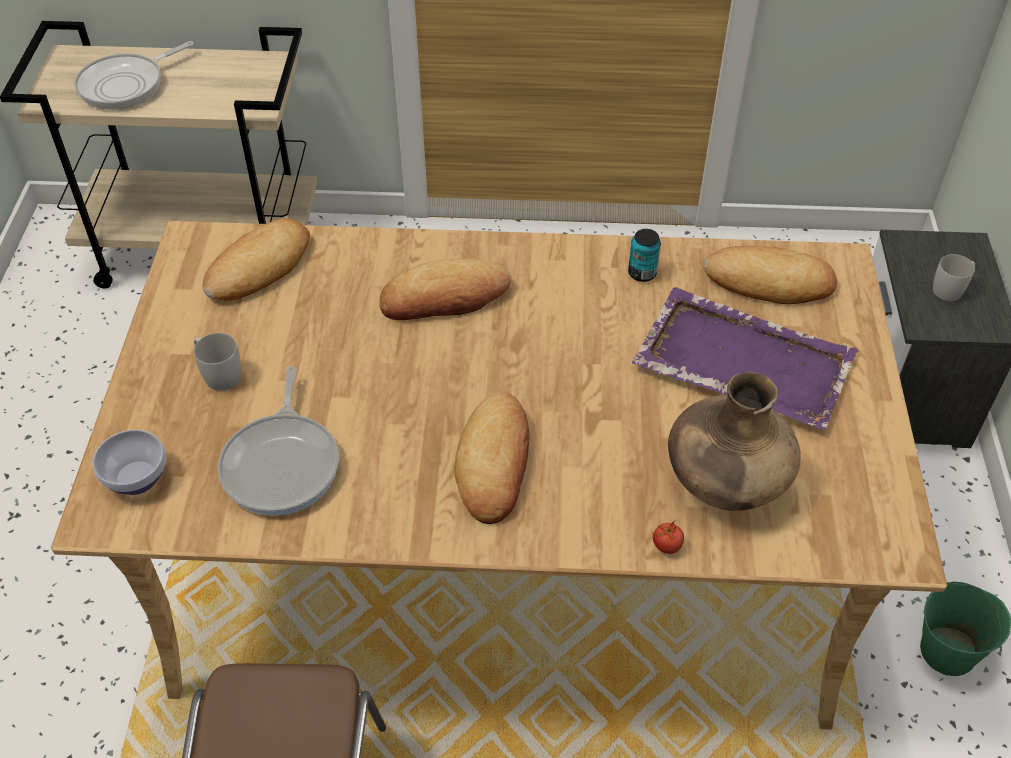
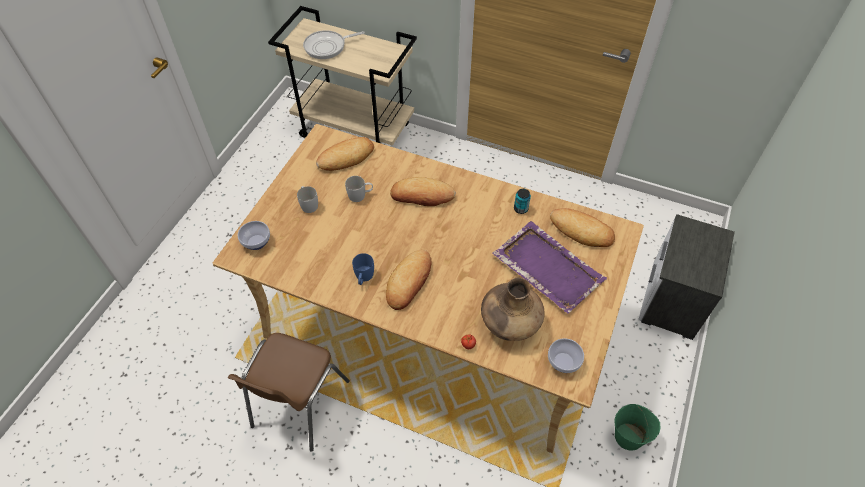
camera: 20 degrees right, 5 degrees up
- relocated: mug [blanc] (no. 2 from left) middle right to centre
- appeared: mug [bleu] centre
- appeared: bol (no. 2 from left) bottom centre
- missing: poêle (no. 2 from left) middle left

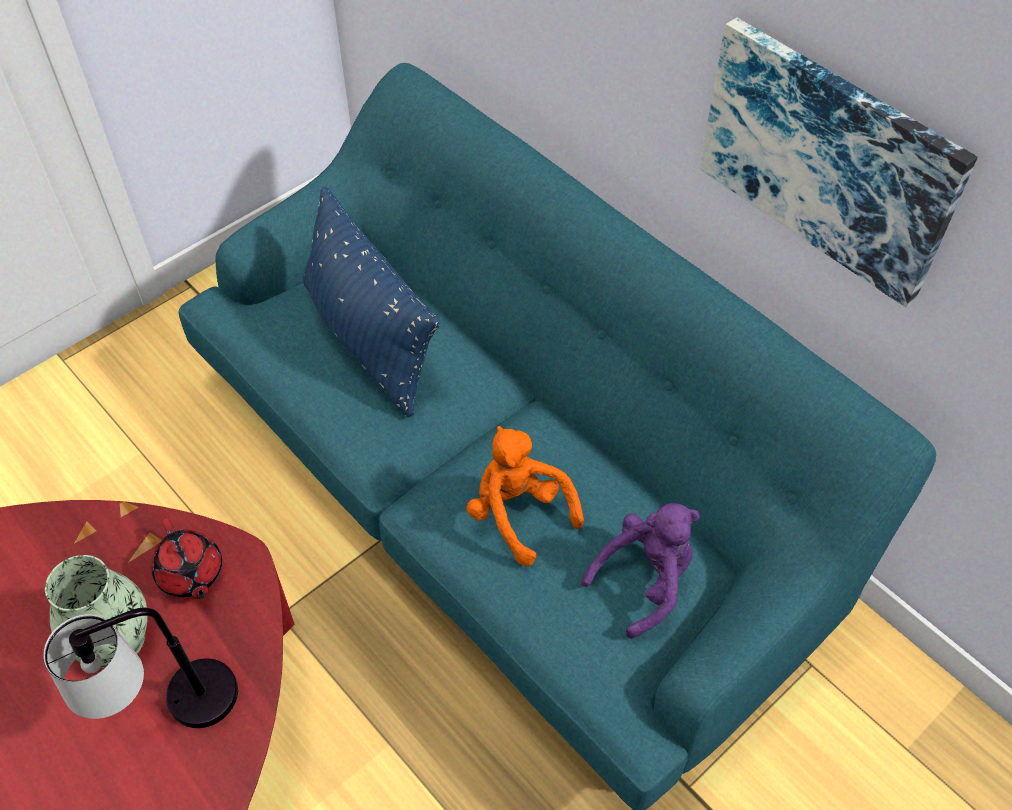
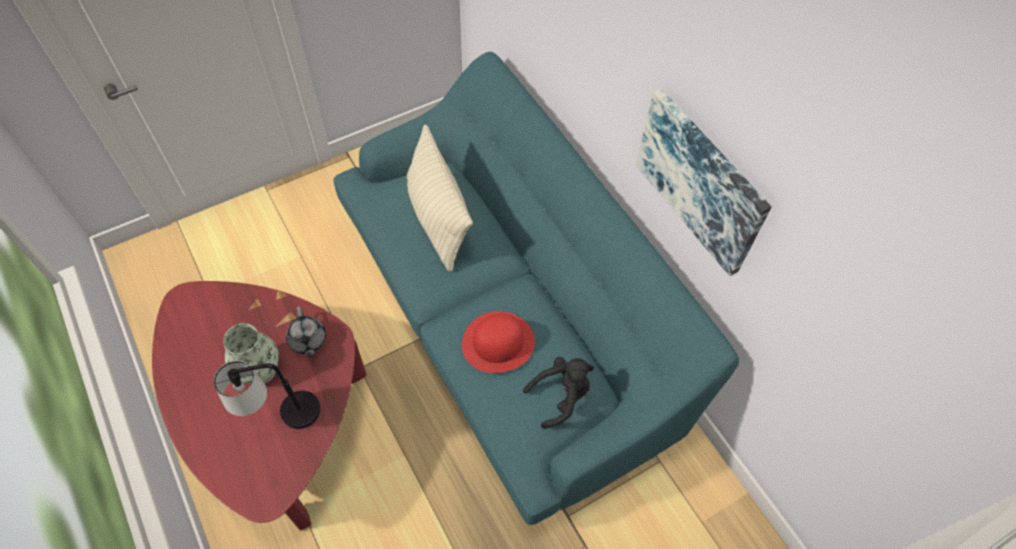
camera: 10 degrees right, 5 degrees up
- colour: théière [rouge] bottom left to théière [gris] middle left
- colour: coussin [bleu] centre to coussin [beige] centre
- exchanged: peluche [orange] centre to chapeau [rouge] centre
- colour: peluche [violet] bottom centre to peluche [noir] bottom centre

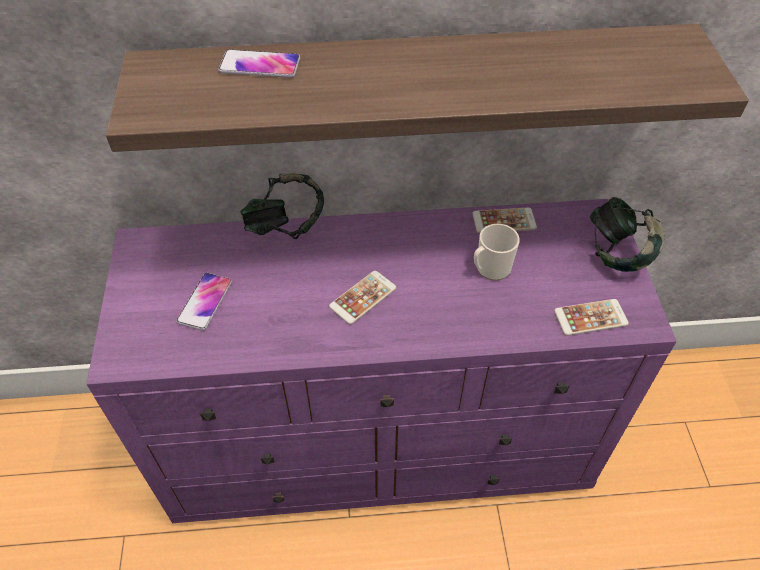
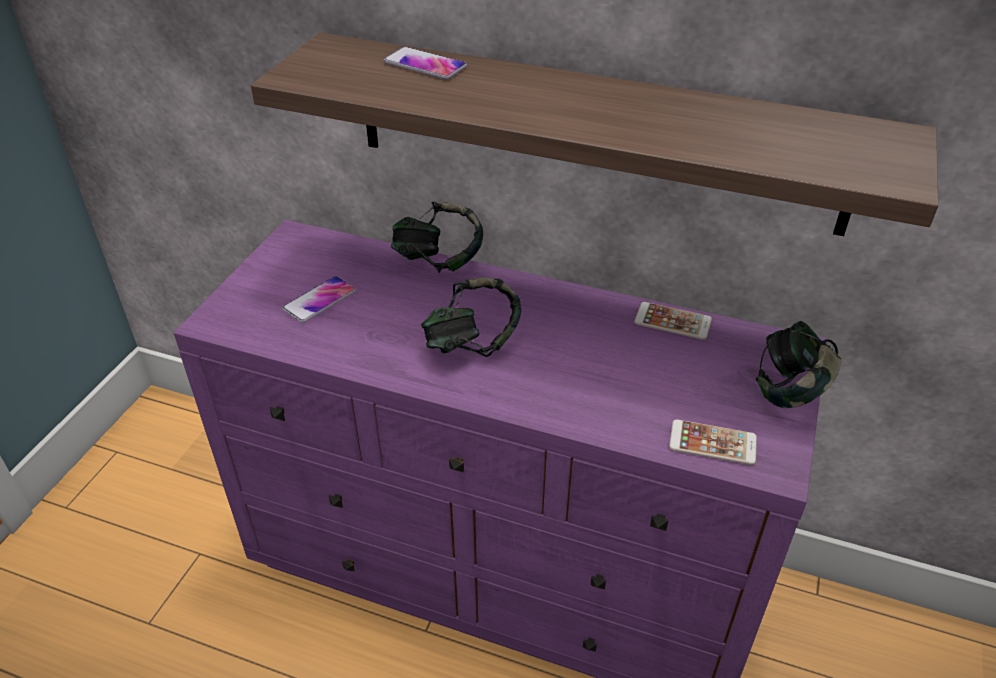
camera: 25 degrees right, 10 degrees down
- exchanged: téléphone (no. 3 from left) centre to casque audio (no. 2 from left) centre
- missing: mug centre

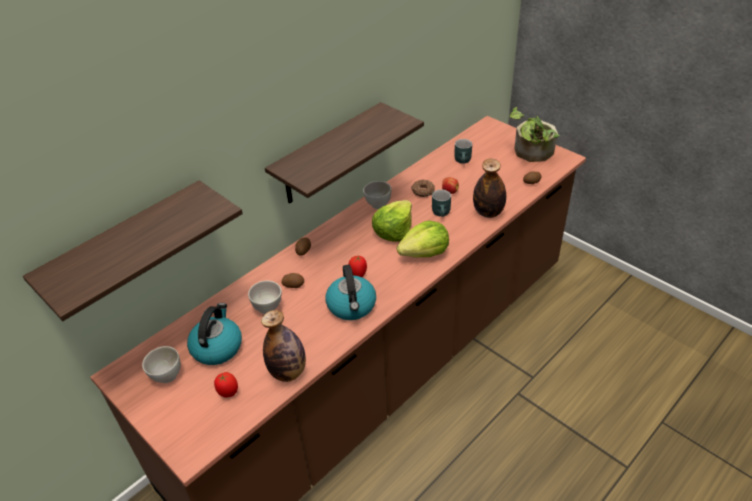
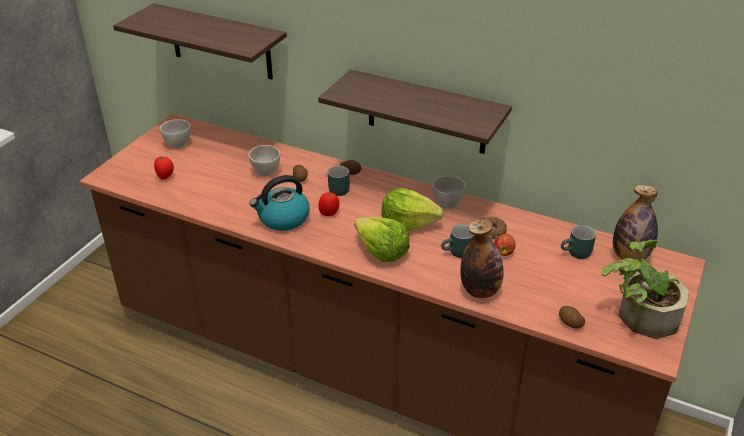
camera: 70 degrees right, 5 degrees down
- appeared: mug [turquoise] (no. 1 from left) centre
- relocated: bouteille (no. 1 from left in the first image) bottom centre to bouteille (no. 2 from left) middle right
- missing: bouilloire (no. 1 from left) bottom left

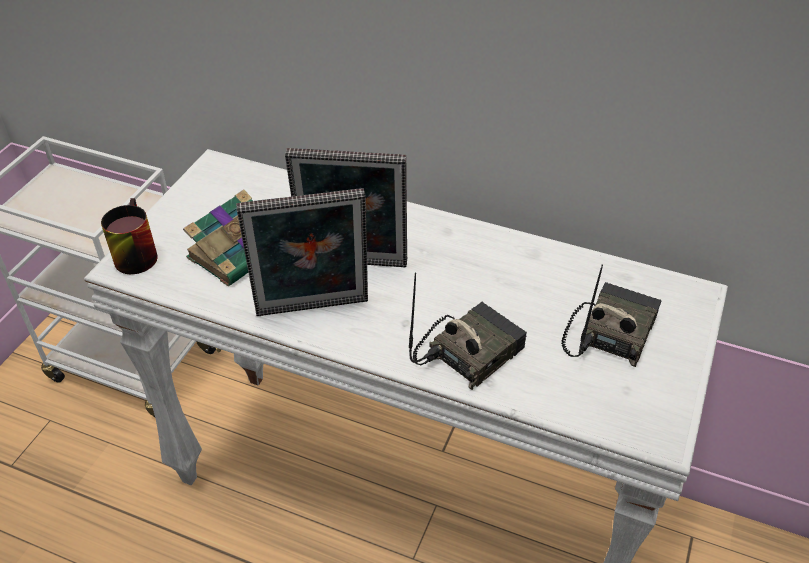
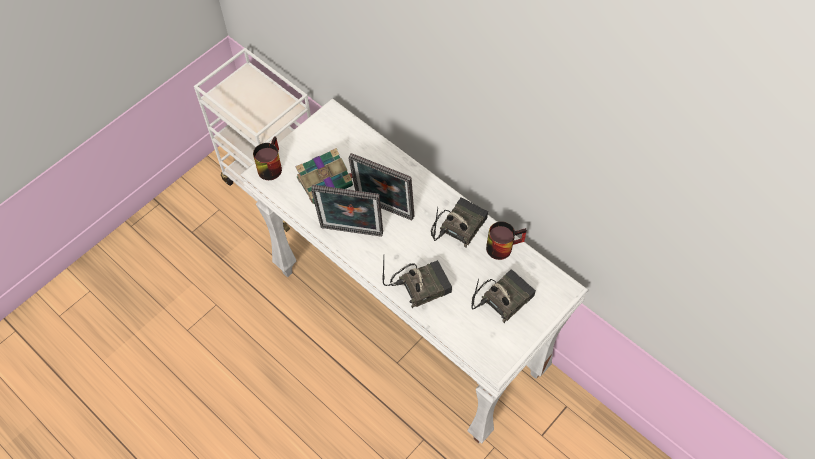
camera: 20 degrees right, 15 degrees up
- appeared: radio (no. 2 from left) centre
- appeared: mug (no. 2 from left) centre

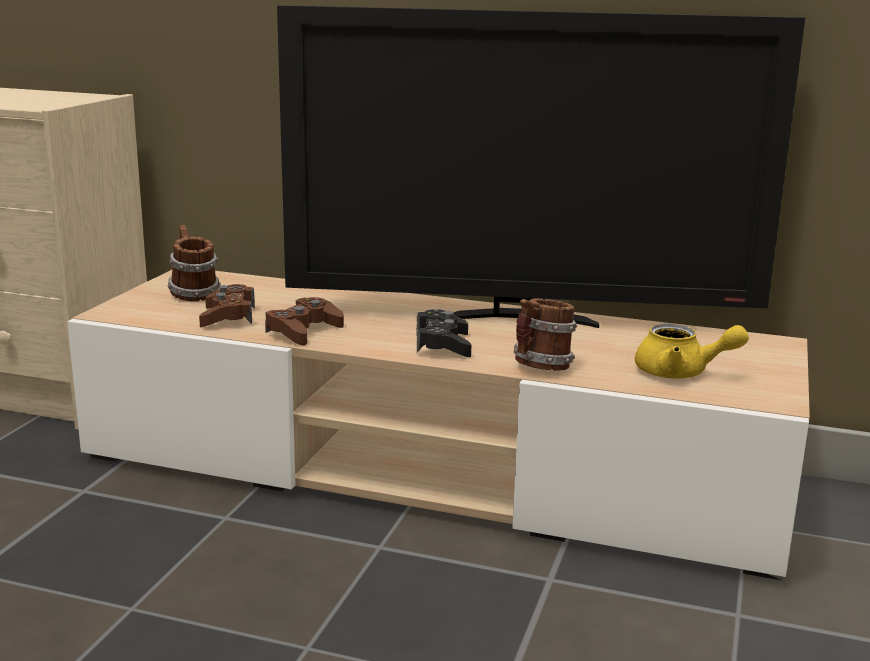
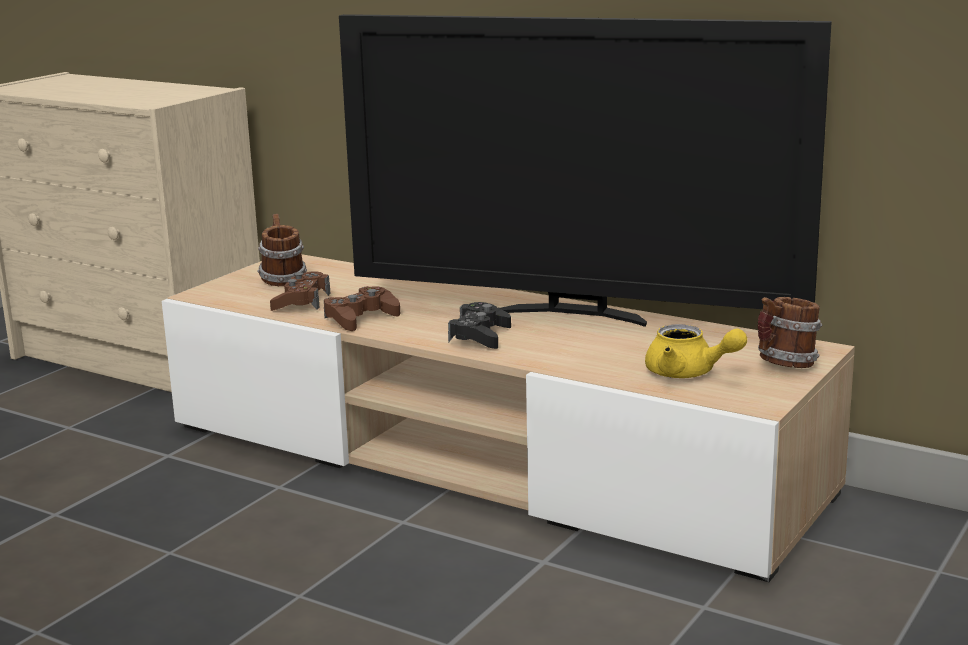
camera: 15 degrees right, 0 degrees up
- relocated: mug (no. 2 from left) centre to middle right

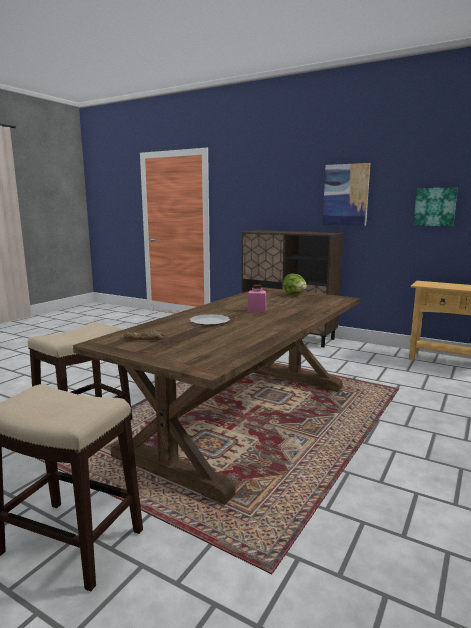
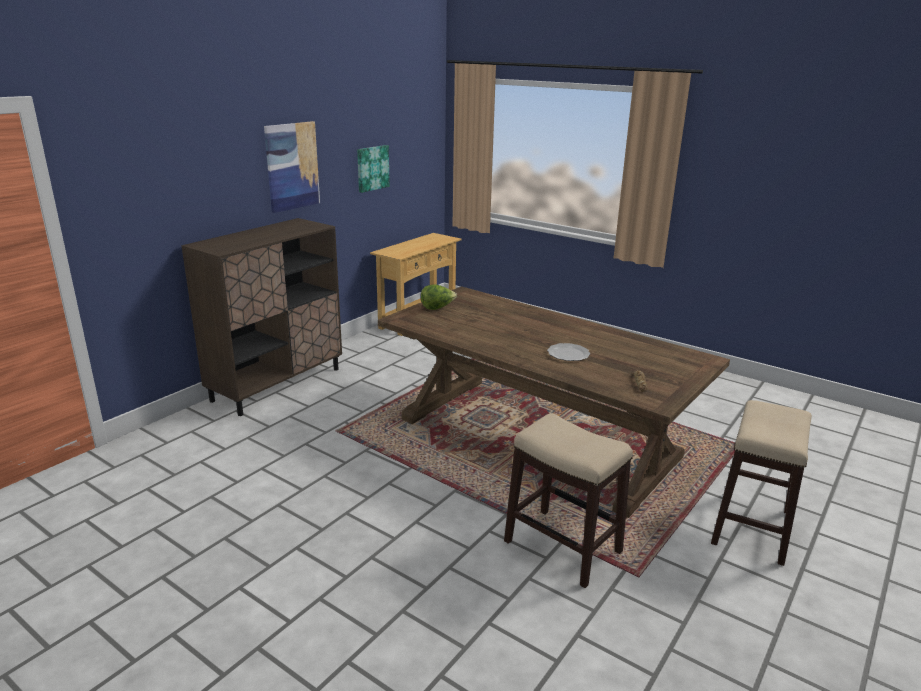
camera: 85 degrees left, 10 degrees up
- missing: bocal [rose] centre

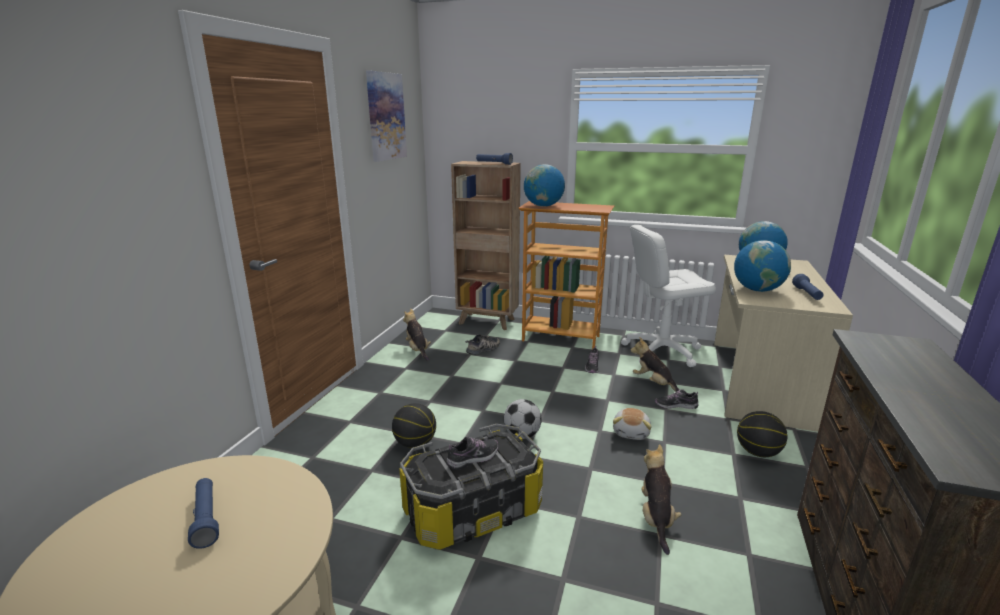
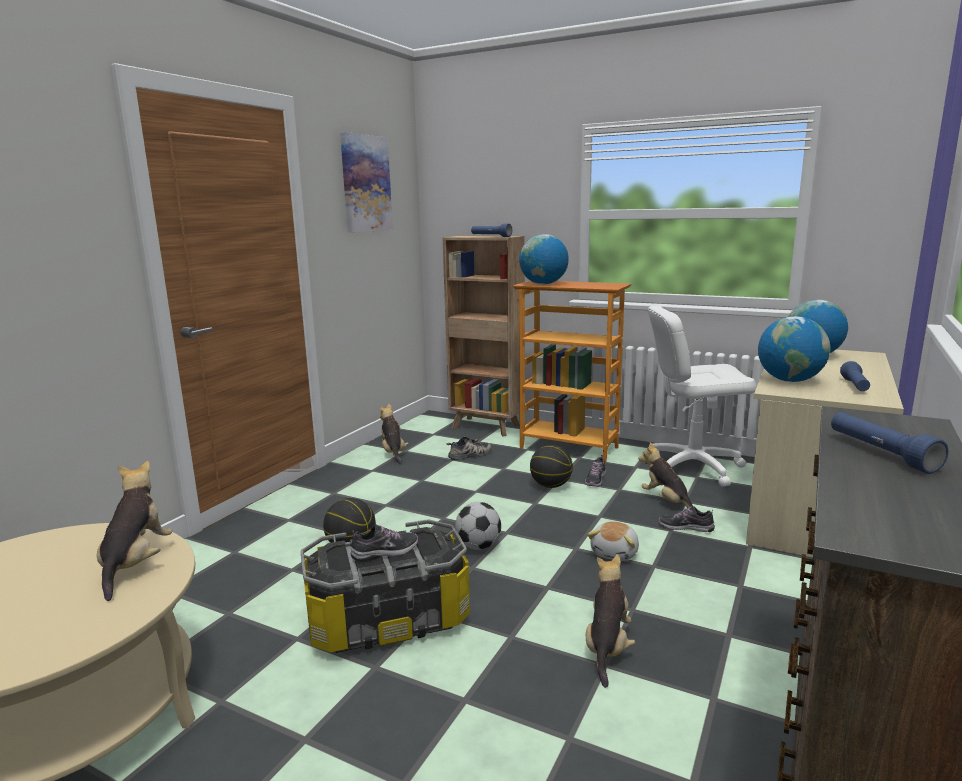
camera: 10 degrees right, 5 degrees down
- appeared: peluche (no. 1 from left) bottom left
- relocated: ballon de basket (no. 2 from left) bottom right to centre
- relocated: lampe de poche [bleu] (no. 1 from left in the first image) bottom left to lampe de poche [bleu] (no. 3 from left) middle right

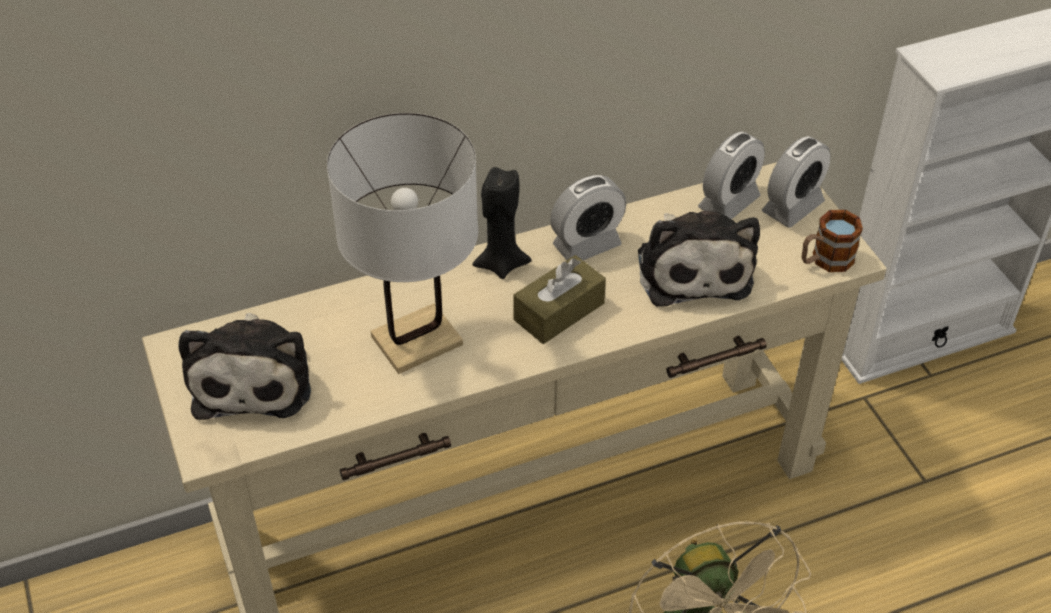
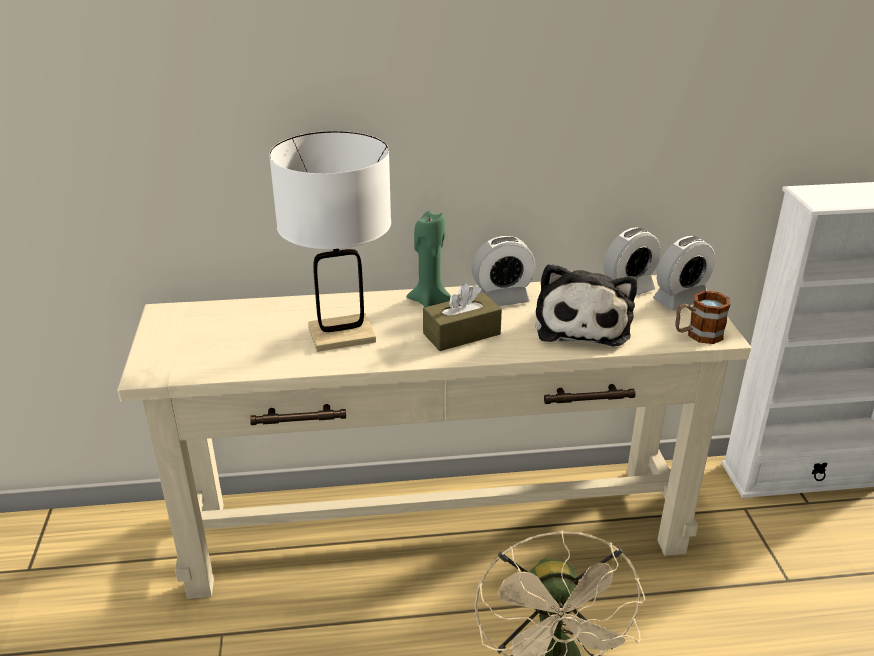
camera: 15 degrees right, 15 degrees down
- colour: bougie [noir] centre to bougie [vert] centre
- missing: peluche (no. 1 from left) middle left

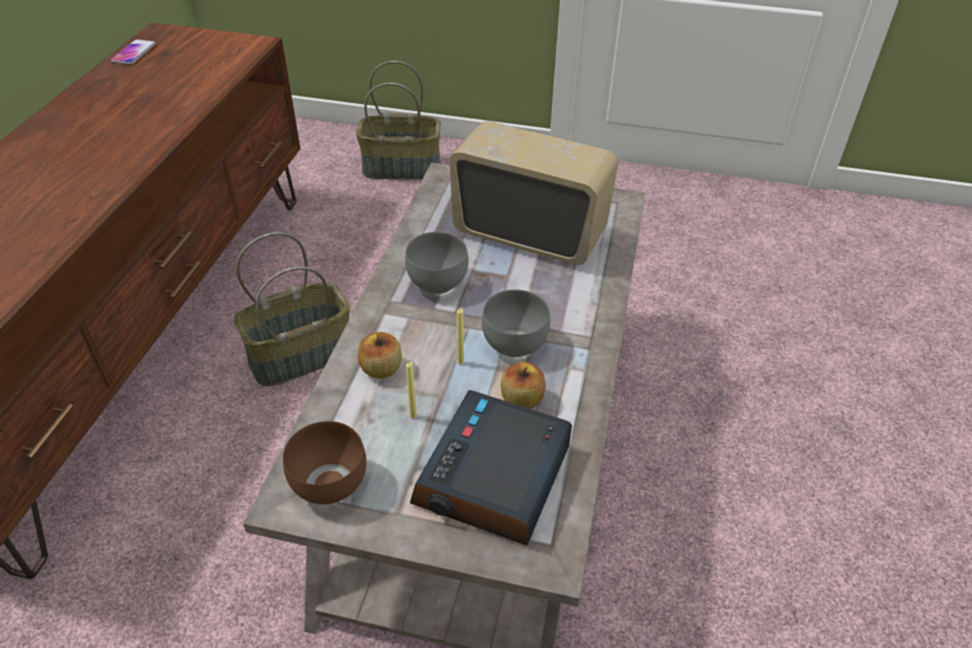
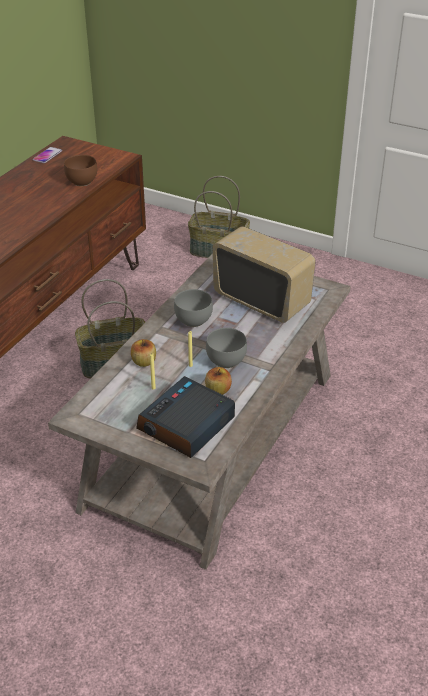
camera: 15 degrees right, 5 degrees down
- relocated: bol [marron] bottom centre to top left

